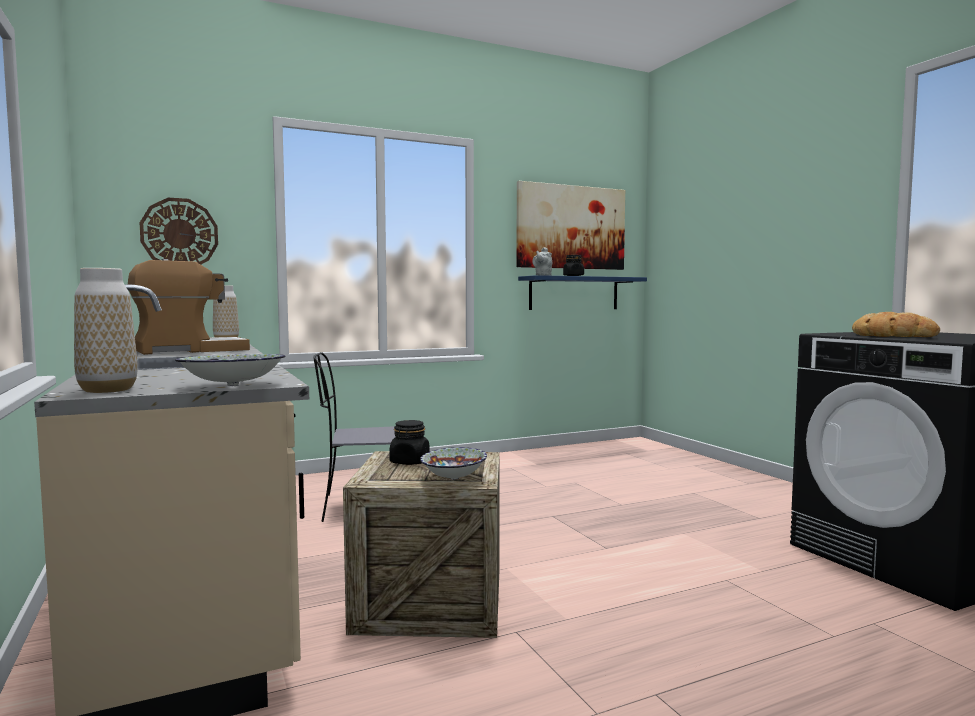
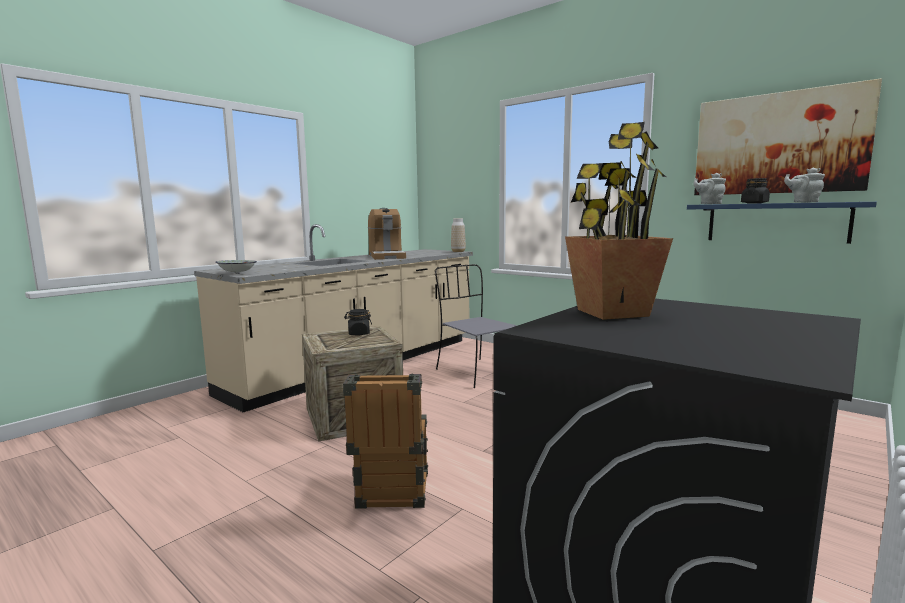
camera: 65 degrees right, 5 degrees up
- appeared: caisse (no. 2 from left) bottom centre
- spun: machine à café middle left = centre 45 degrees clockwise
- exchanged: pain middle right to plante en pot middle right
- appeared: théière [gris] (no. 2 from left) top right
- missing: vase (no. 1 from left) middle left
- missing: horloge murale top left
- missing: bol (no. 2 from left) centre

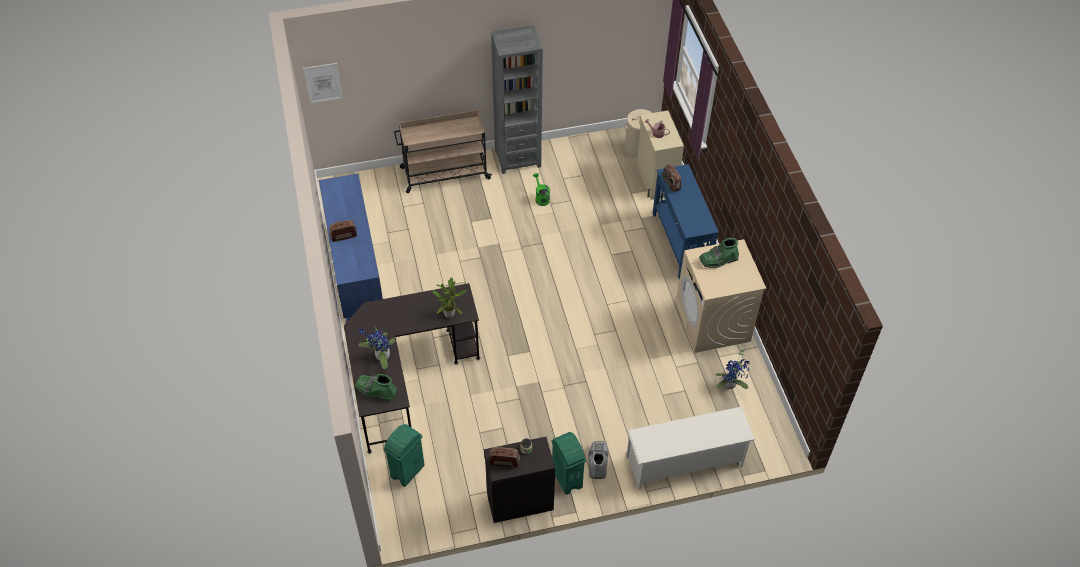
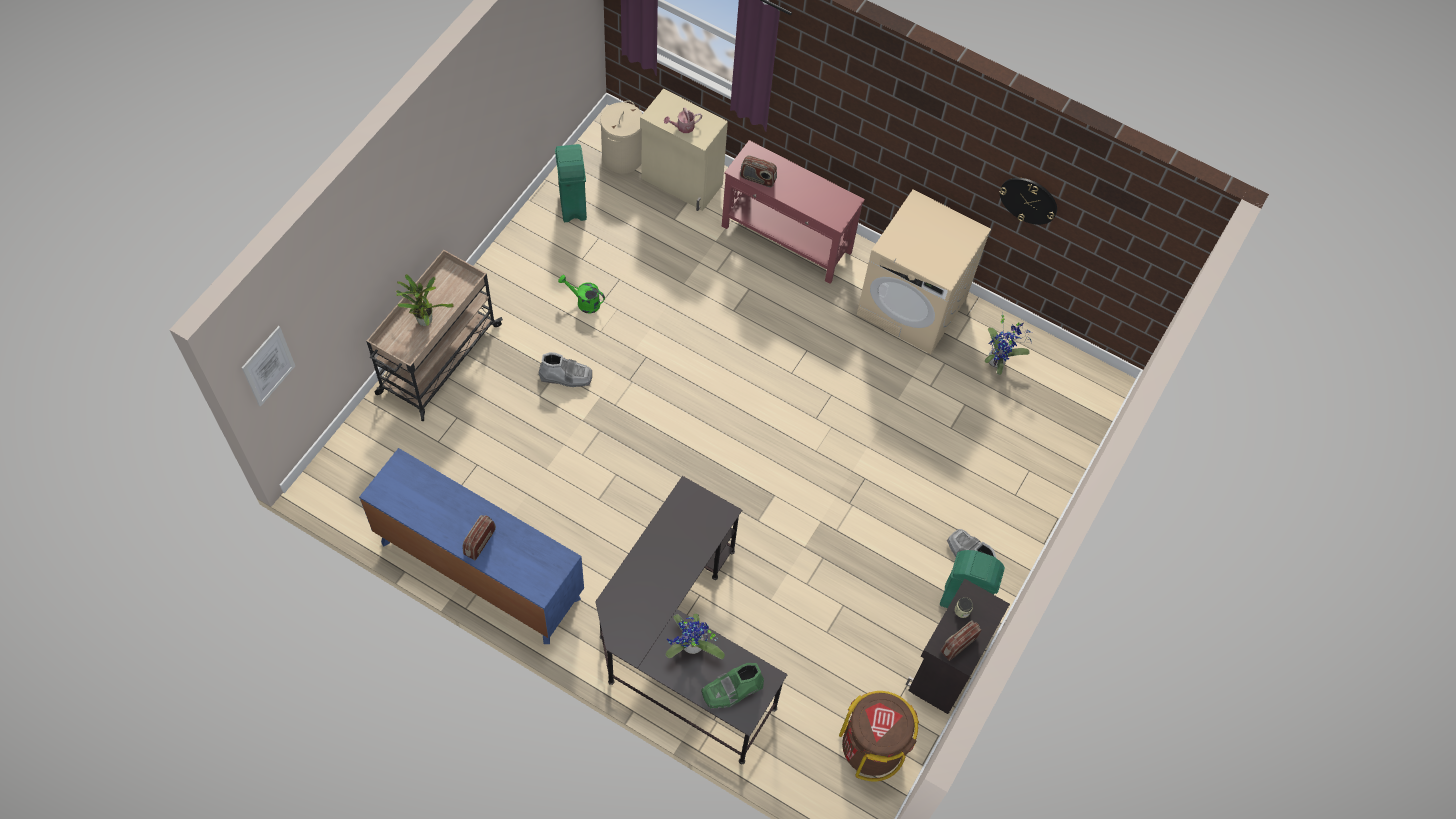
camera: 50 degrees left, 10 degrees up
- relocated: plante en pot (no. 2 from left in the first image) centre to plante en pot (no. 1 from left) middle left
- appeared: botte [gris] (no. 1 from left) centre
- relocated: poubelle [vert] (no. 1 from left) bottom centre to top centre
- colour: table console [bleu] centre to table console [rouge] top centre
- appeared: poubelle [marron] bottom centre
- appeared: horloge murale top right
- missing: bibliothèque [gris] top centre
- missing: étagère à chaussures [blanc] bottom centre
- missing: botte [vert] (no. 2 from left) centre

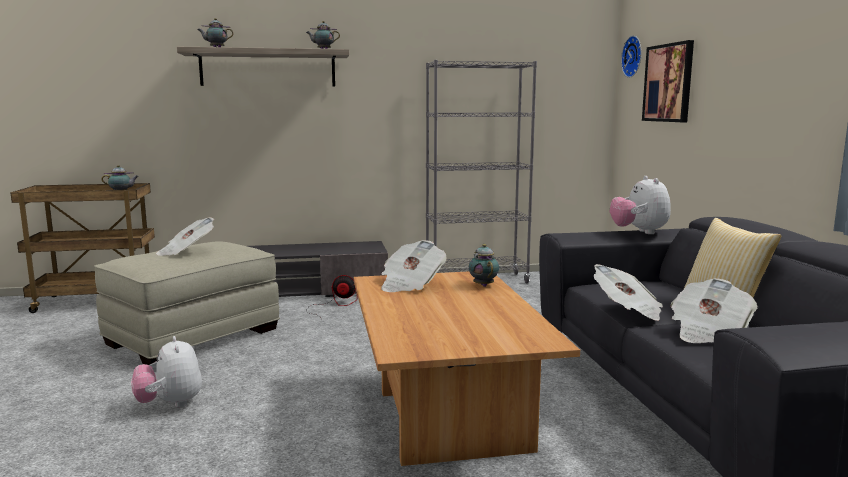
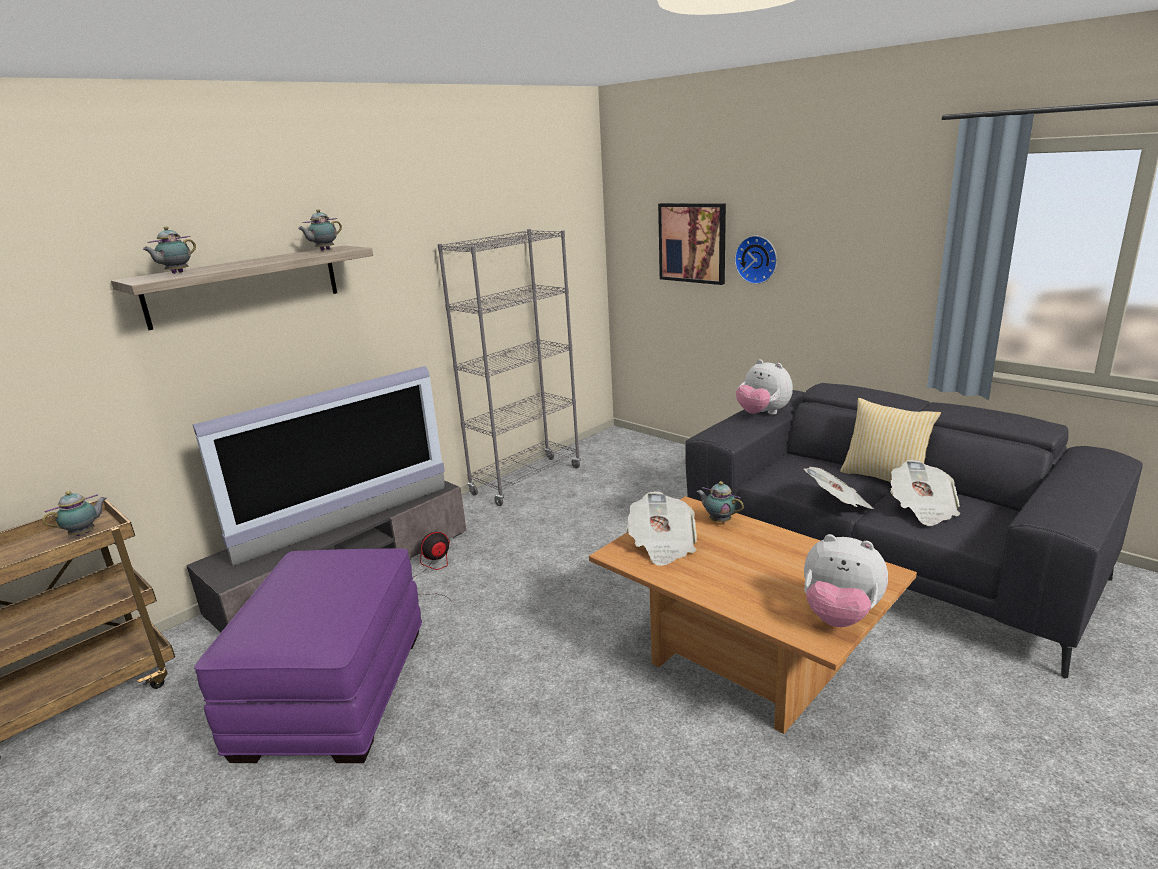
camera: 35 degrees left, 10 degrees up
- appeared: téléviseur middle left
- colour: pouf [beige] middle left to pouf [violet] bottom left
- relocated: horloge murale top right to top centre
- relocated: peluche (no. 1 from left in the first image) bottom left to peluche (no. 2 from left) bottom right
- missing: journal (no. 1 from left) middle left

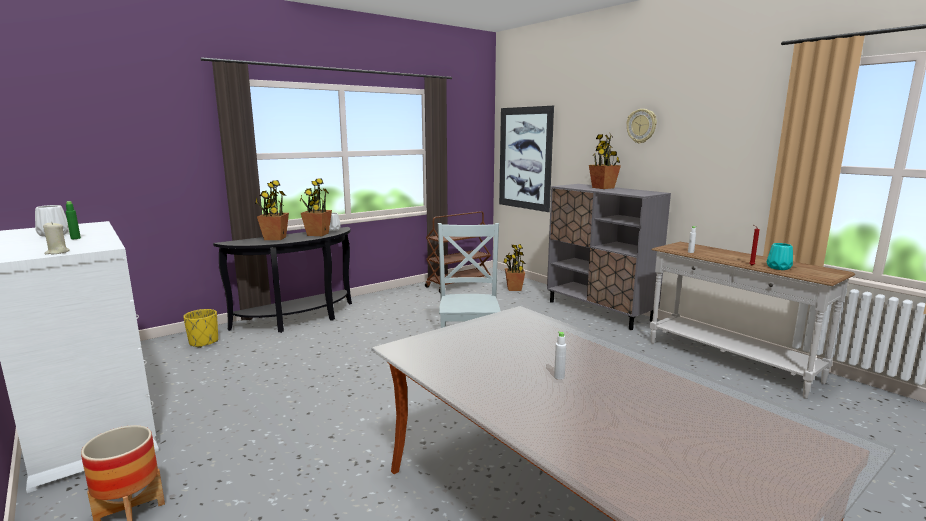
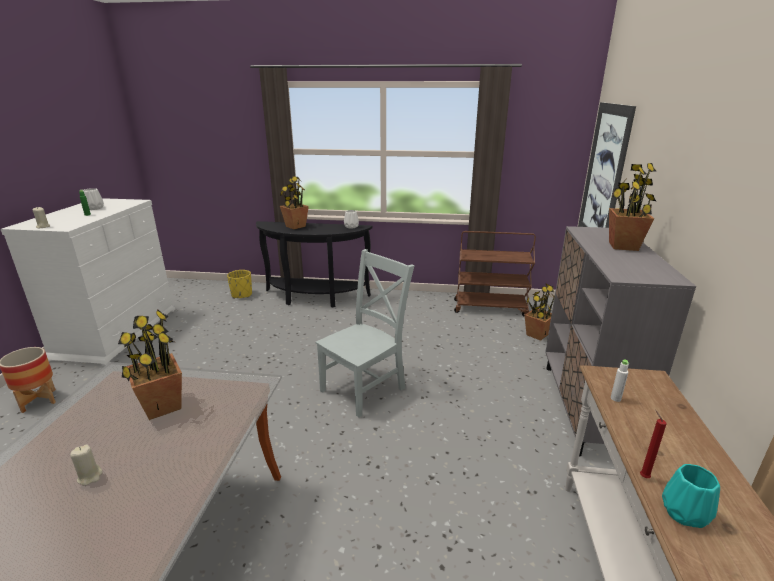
camera: 45 degrees right, 10 degrees up
- exchanged: bouteille [blanc] (no. 1 from left) bottom centre to bougie [beige] (no. 2 from left) bottom left
- relocated: plante en pot (no. 2 from left in the first image) centre to plante en pot (no. 1 from left) middle left
- missing: horloge murale top right

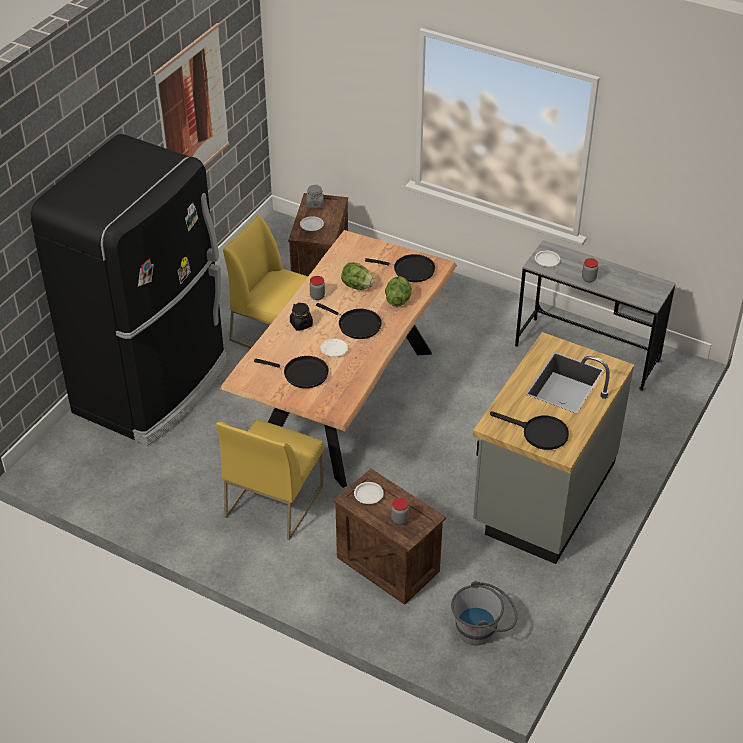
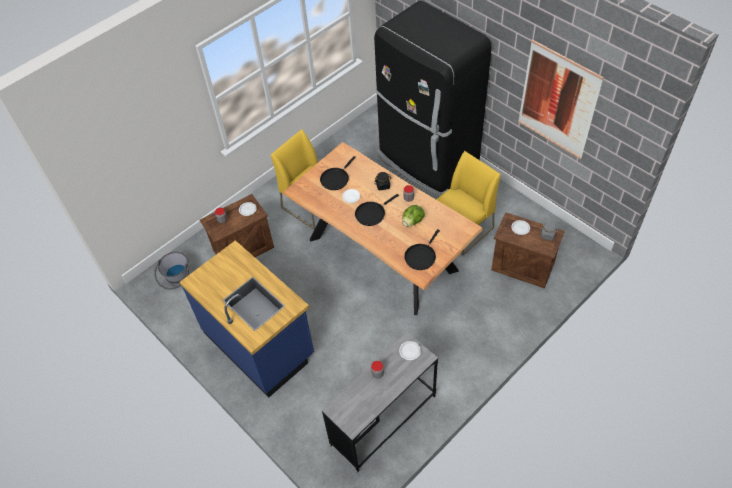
camera: 110 degrees right, 10 degrees up
- colour: comptoir de cuisine [gris] middle right to comptoir de cuisine [bleu] centre
- missing: laitue (no. 2 from left) centre
- missing: poêle [noir] (no. 4 from left) middle right

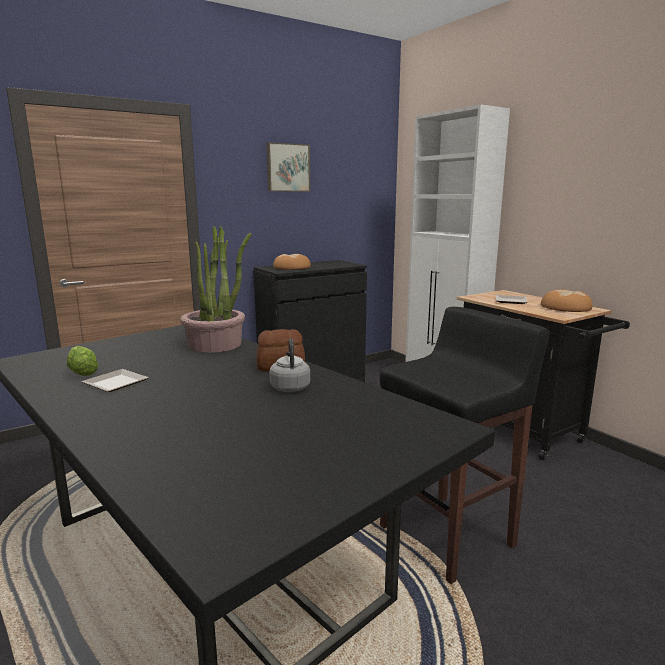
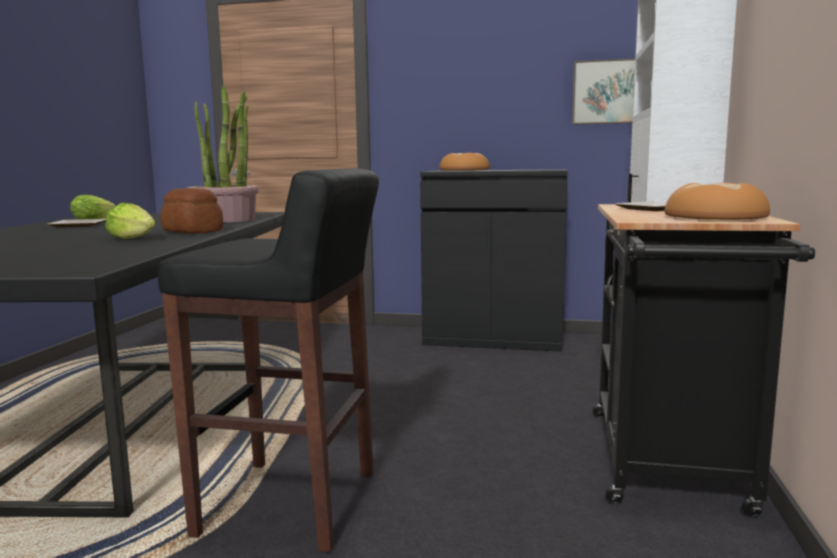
camera: 45 degrees right, 5 degrees down
- exchanged: bouilloire [gris] centre to laitue (no. 2 from left) middle left
- relocated: tableau top centre to top right

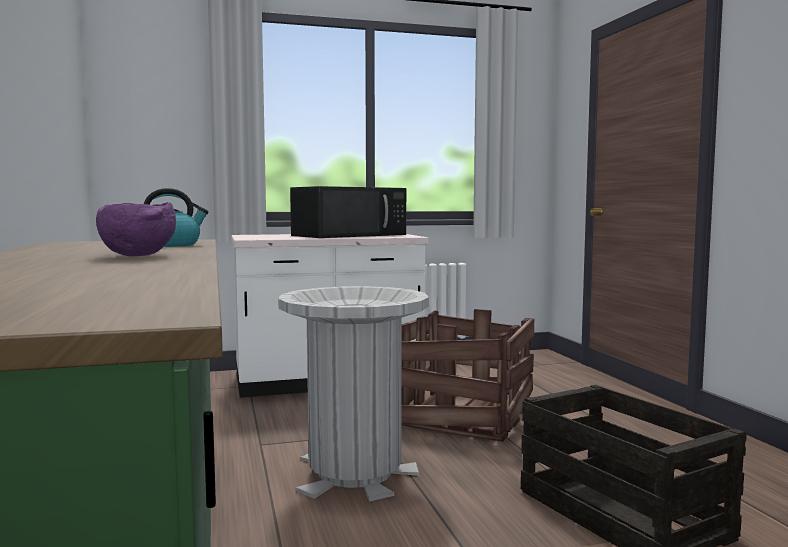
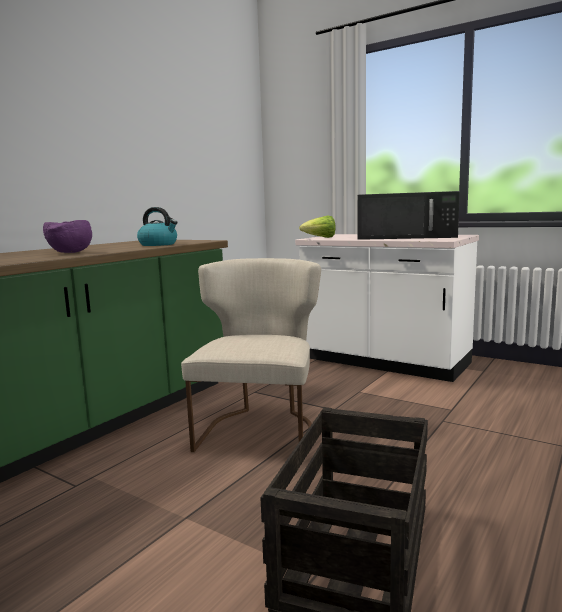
camera: 50 degrees right, 5 degrees up
- exchanged: poubelle [gris] bottom centre to chaise [beige] centre
- appeared: laitue centre
- missing: caisse (no. 1 from left) bottom centre

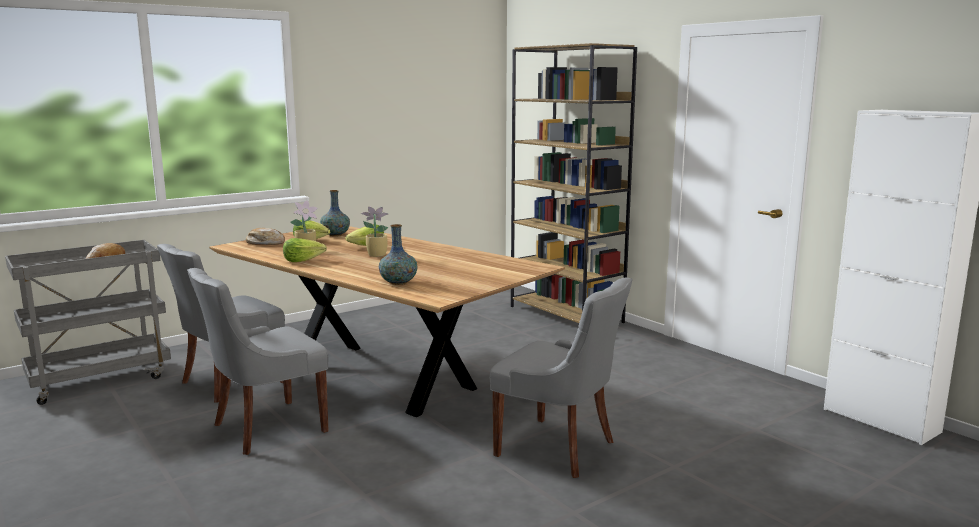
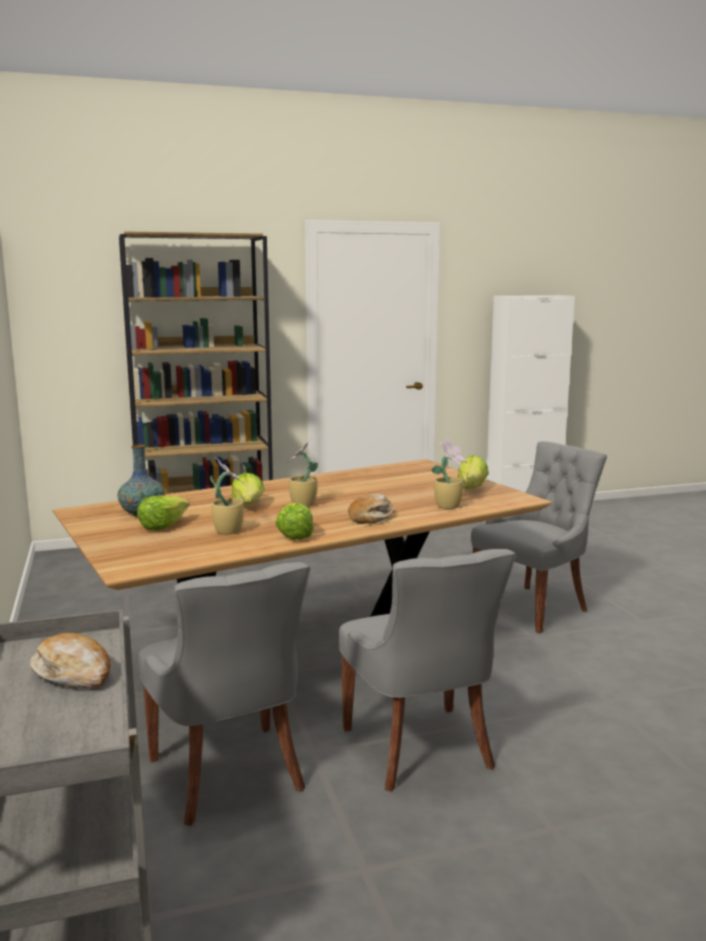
camera: 70 degrees left, 0 degrees up
- relocated: pain (no. 2 from left) middle left to centre
- exchanged: vase (no. 2 from left) centre to plante en pot (no. 3 from left) centre
- appeared: laitue (no. 4 from left) middle right

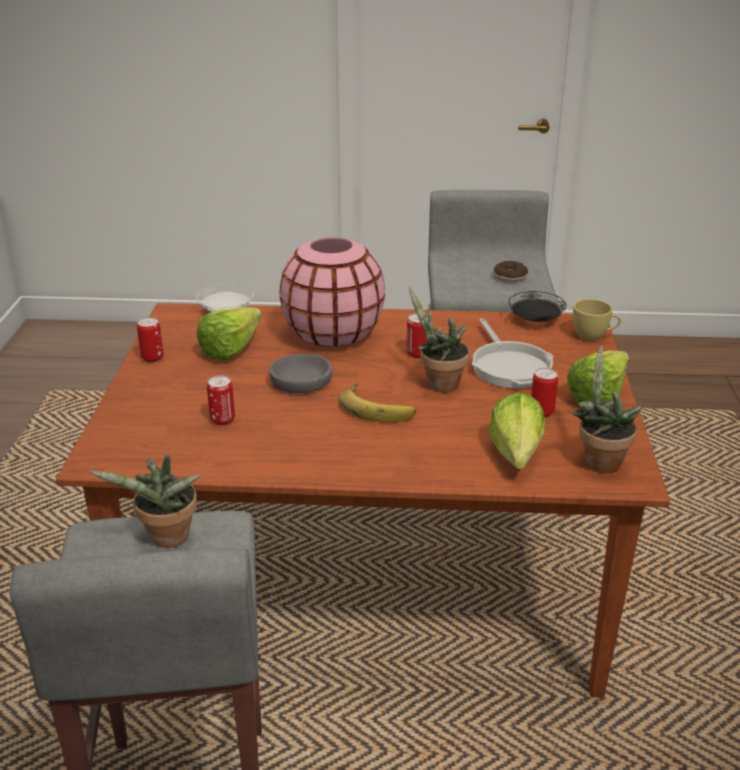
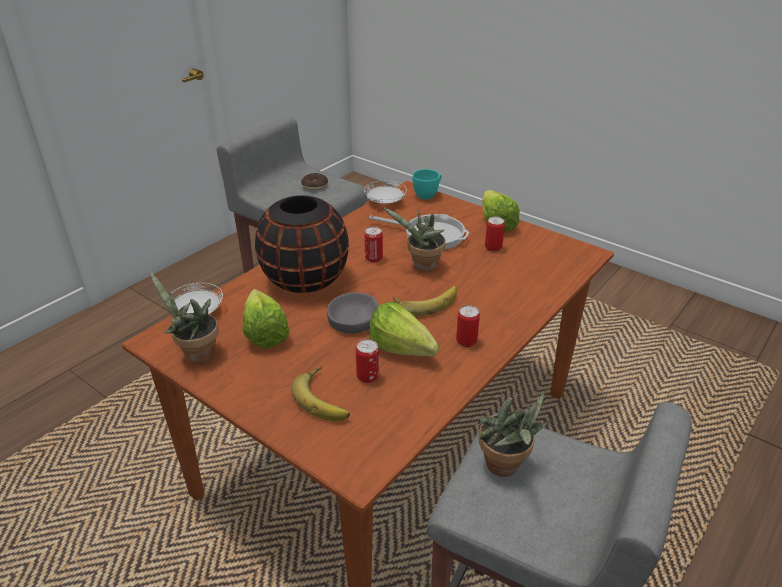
camera: 55 degrees left, 5 degrees up
- relocated: plante en pot (no. 3 from left in the first image) middle right to plante en pot (no. 1 from left) middle left
- colour: vase [rose] centre to vase [noir] centre
- appeared: banane (no. 1 from left) bottom centre
- colour: assiette [noir] middle right to assiette [blanc] (no. 2 from left) top centre
- relocated: laitue (no. 2 from left) middle right to centre
- colour: tasse [jaune] middle right to tasse [turquoise] top centre
- relocated: boîte métallique (no. 1 from left in the first image) middle left to boîte métallique (no. 3 from left) centre

